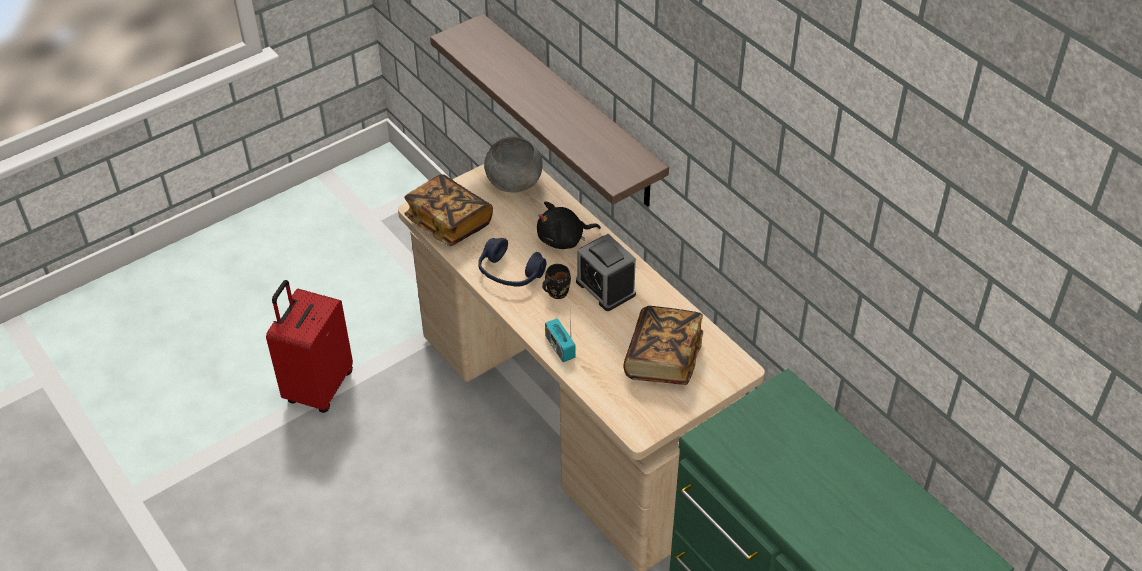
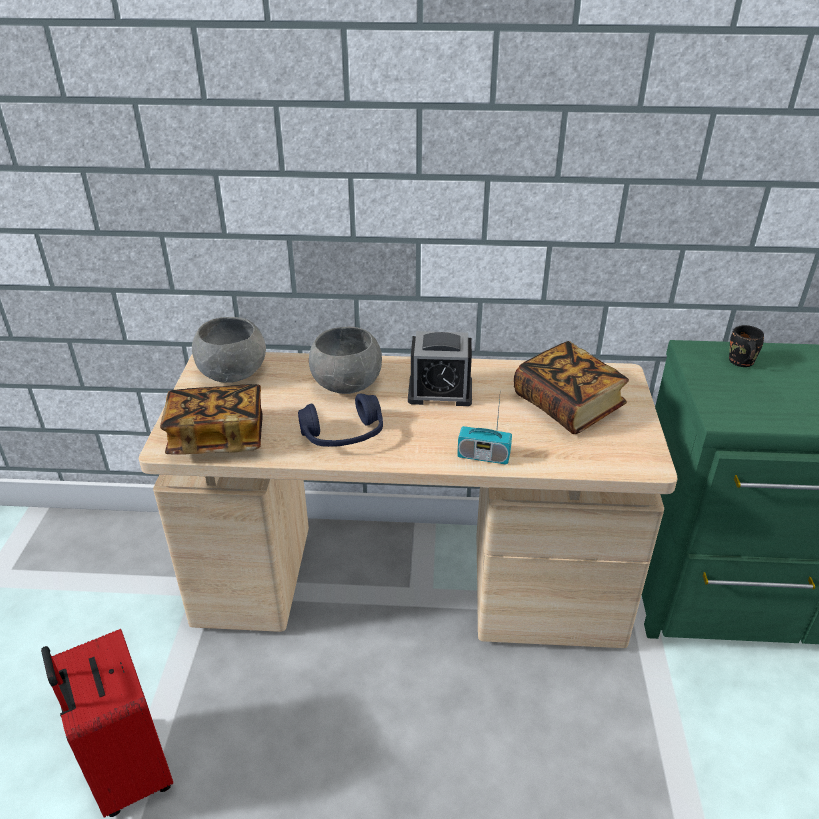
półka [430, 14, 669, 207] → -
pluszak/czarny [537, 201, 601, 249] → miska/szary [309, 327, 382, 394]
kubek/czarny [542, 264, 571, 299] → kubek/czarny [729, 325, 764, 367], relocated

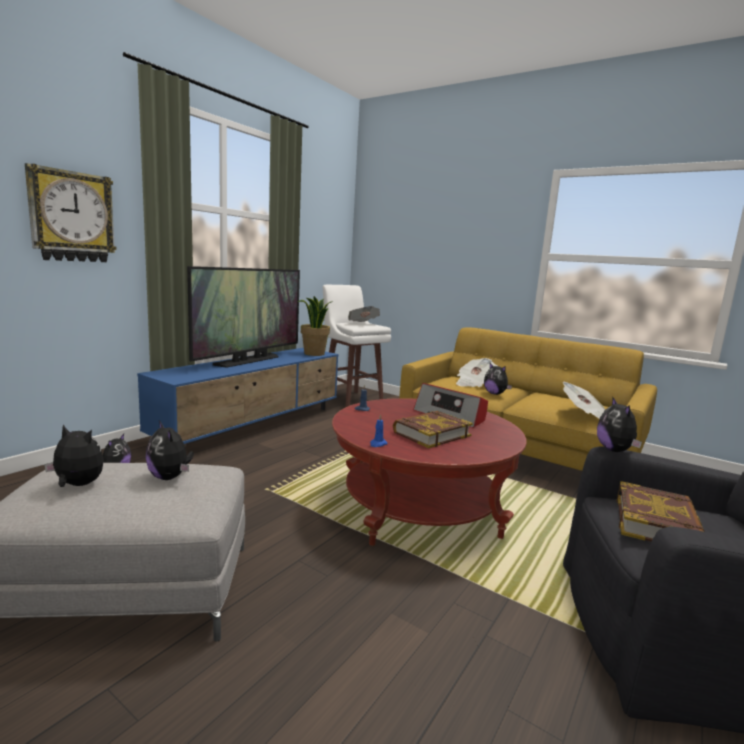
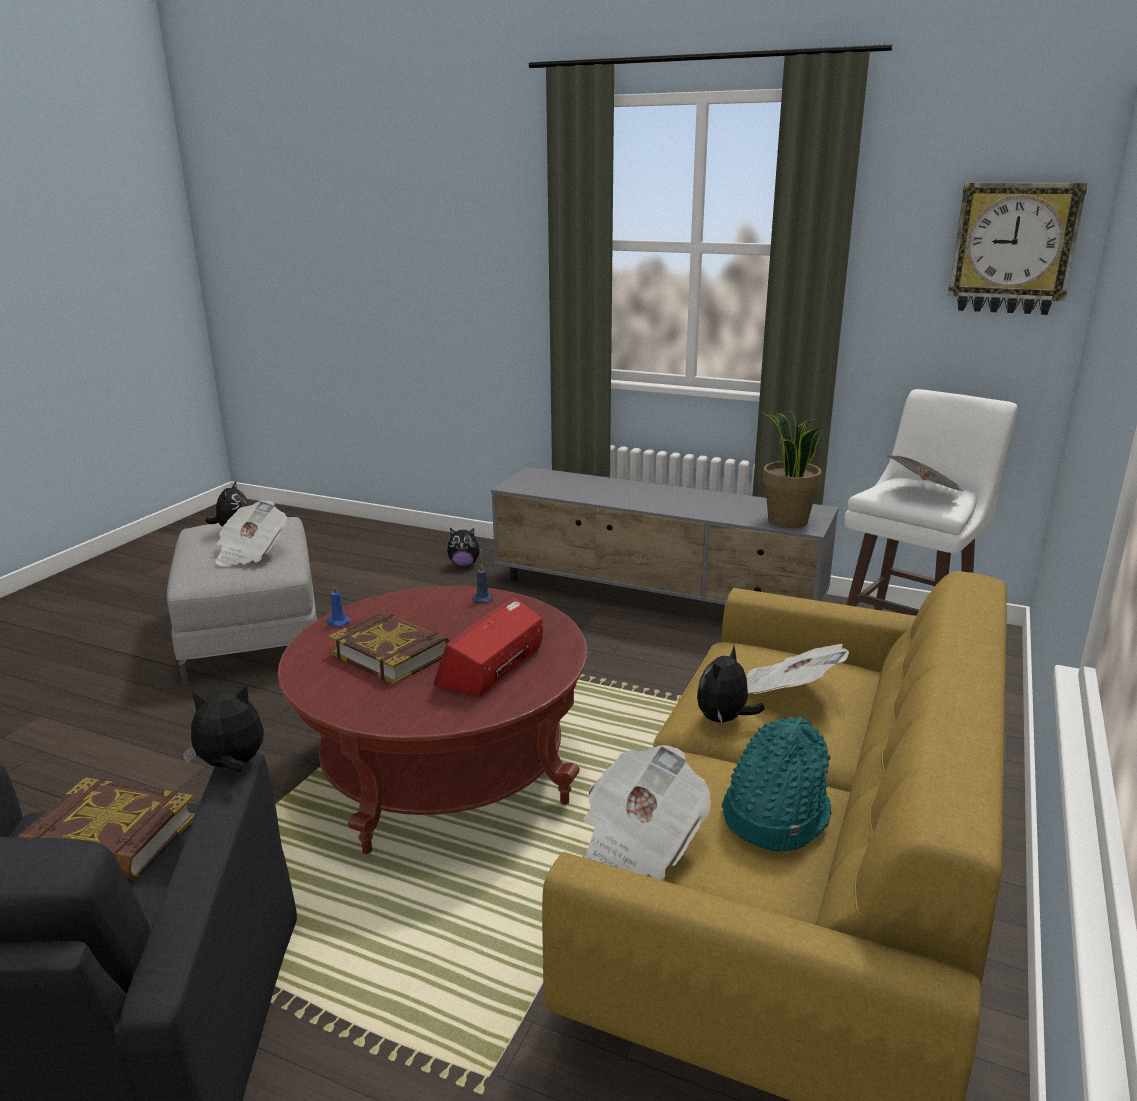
zegar ścienny [25, 163, 117, 262] → zegar ścienny [948, 183, 1087, 315], relocated
telewizor [187, 266, 300, 367] → -
szafka pod telewizor/niebieski [137, 348, 339, 444] → szafka pod telewizor/szary [491, 467, 839, 605]
pluszak [146, 420, 194, 480] → gazeta [216, 501, 287, 566]
- → kapelusz/turkusowy [722, 716, 832, 851]

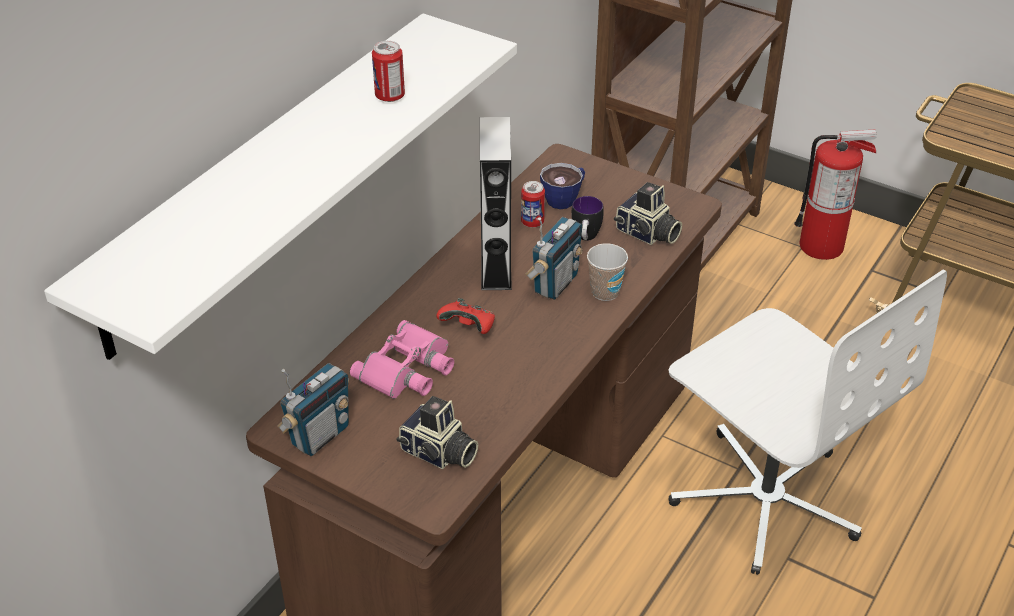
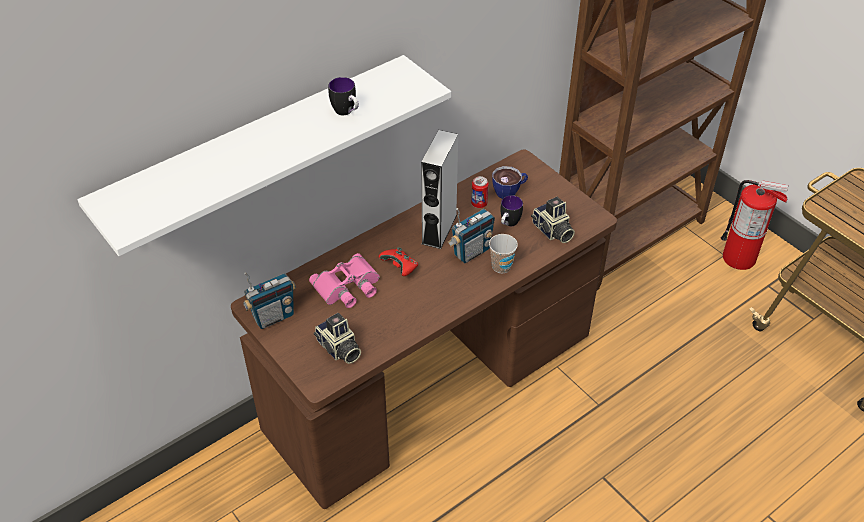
puszka [372, 41, 405, 102] → kubek [328, 77, 359, 115]
krzesło biurowe/biały [669, 269, 947, 575] → -

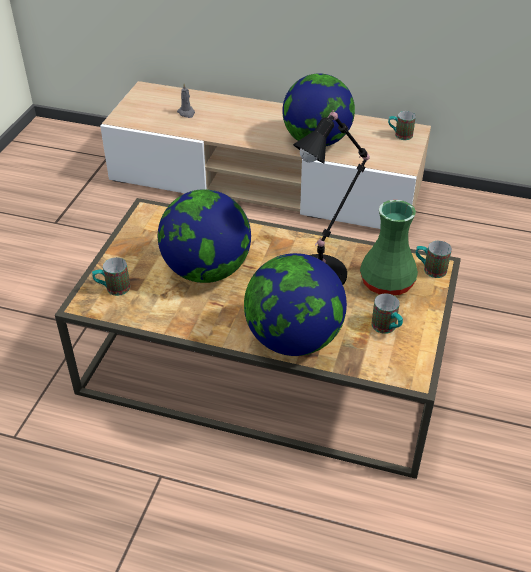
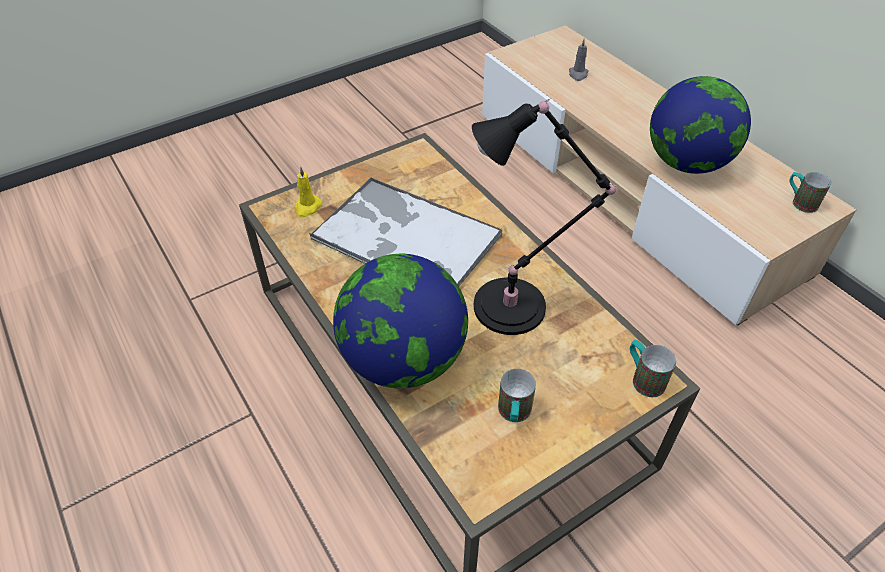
globus [158, 189, 251, 283] → taca [309, 177, 502, 286]
wazon/zielony [360, 200, 418, 296] → -
kubek [92, 257, 130, 296] → świeca/żółty [294, 166, 322, 218]

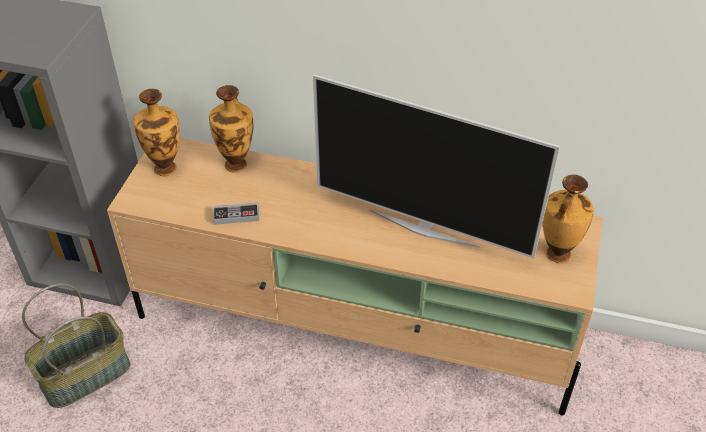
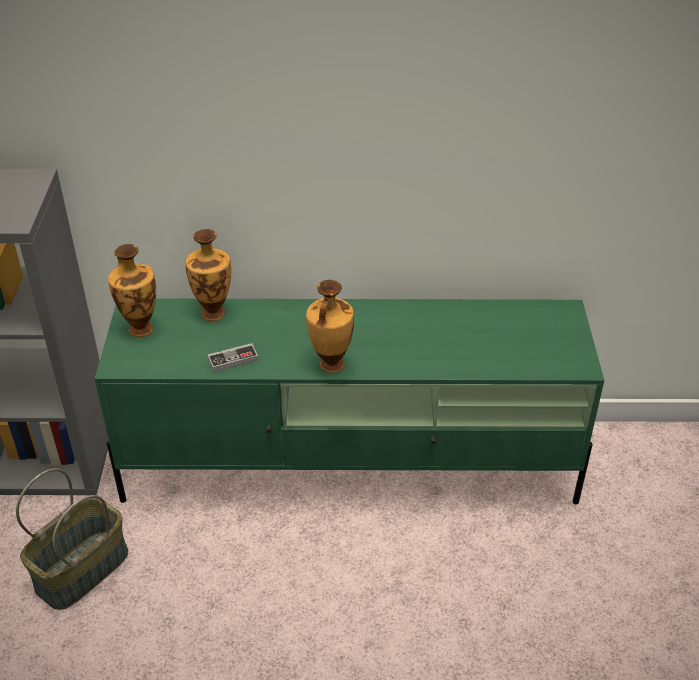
telewizor [313, 74, 560, 258] → -
szafka pod telewizor/beżowy [107, 138, 603, 415] → szafka pod telewizor/zielony [95, 299, 604, 504]
wazon [543, 175, 594, 263] → wazon [306, 280, 354, 373], relocated

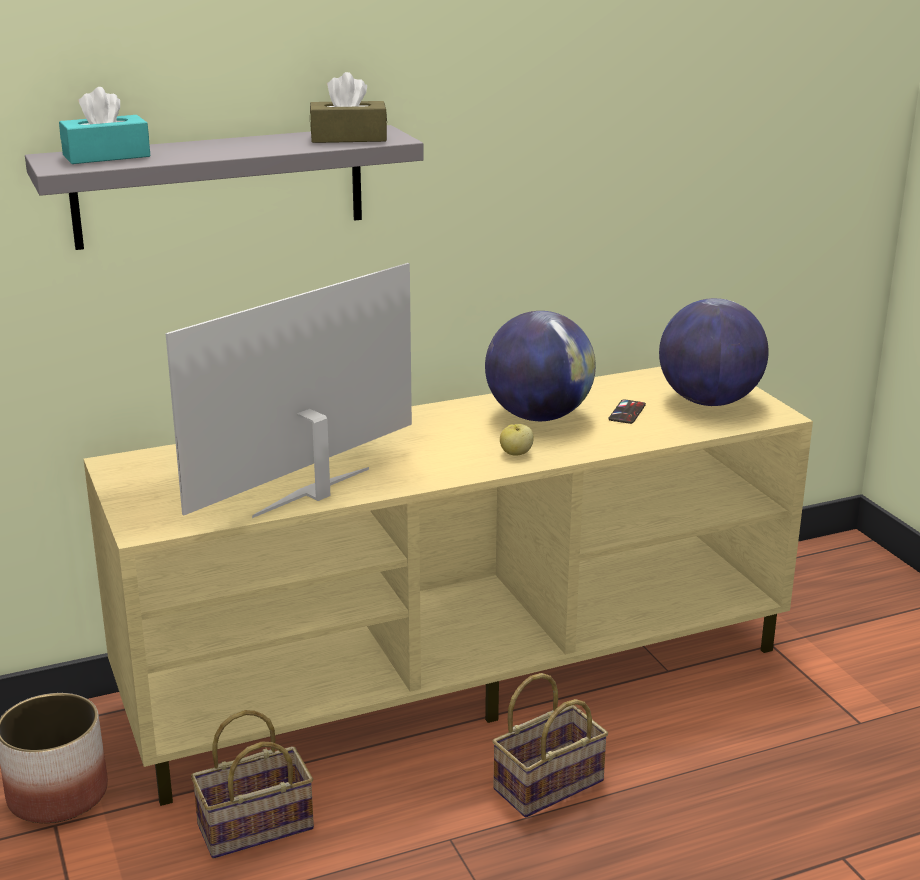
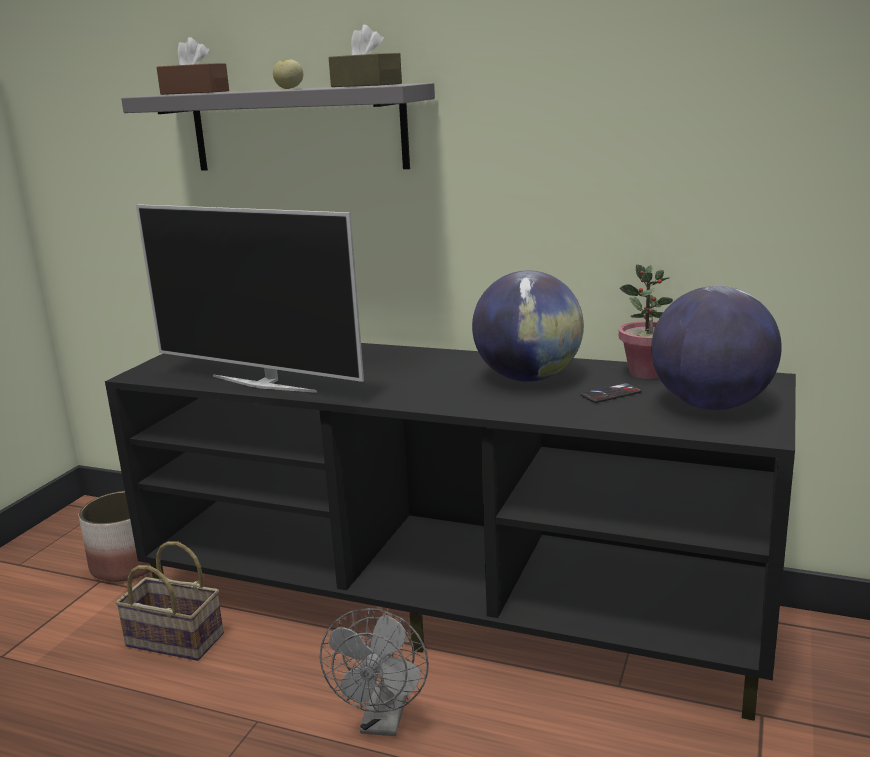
pudełko chusteczek/turkusowy [59, 87, 150, 164] → pudełko chusteczek/brązowy [156, 37, 229, 95]
telewizor [165, 263, 412, 518] → telewizor [136, 204, 364, 393], 150 degrees counterclockwise
szafka pod telewizor/beżowy [84, 367, 813, 806] → szafka pod telewizor/czarny [105, 343, 796, 721]
jabłko [500, 424, 533, 456] → jabłko [273, 59, 303, 89], relocated
koszyk [492, 673, 608, 817] → wentylator/szary [320, 608, 429, 736]
- → roślina doniczkowa [619, 264, 673, 379]

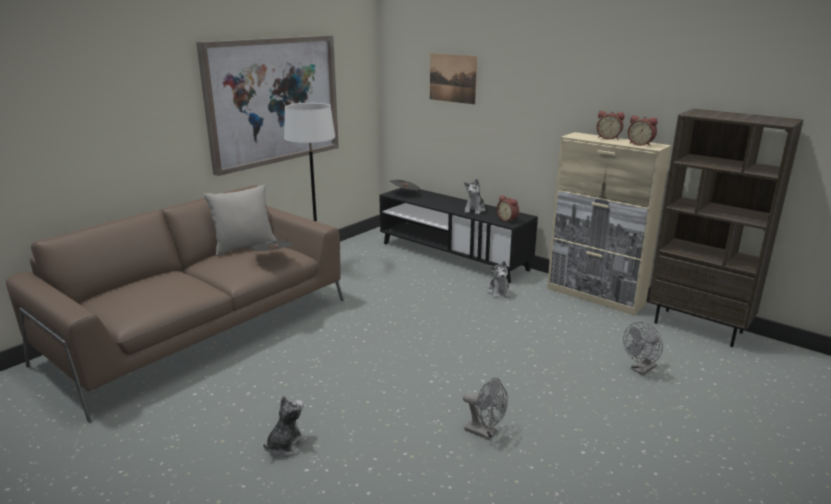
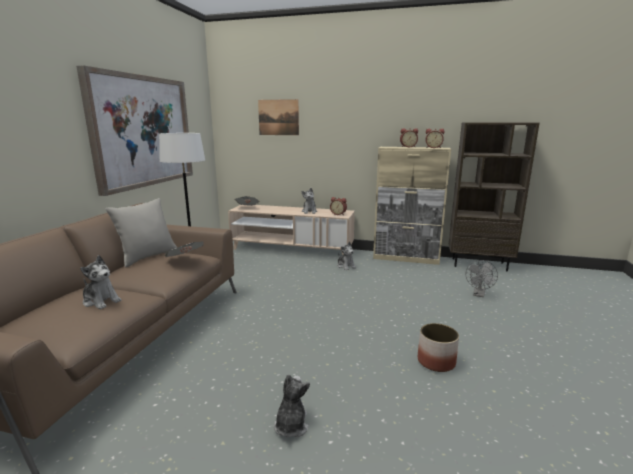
szafka pod telewizor/czarny [379, 188, 538, 283] → szafka pod telewizor/beżowy [228, 205, 355, 255]
wentylator/szary [463, 378, 508, 440] → donica [418, 323, 459, 372]
- → pluszak [80, 255, 122, 309]

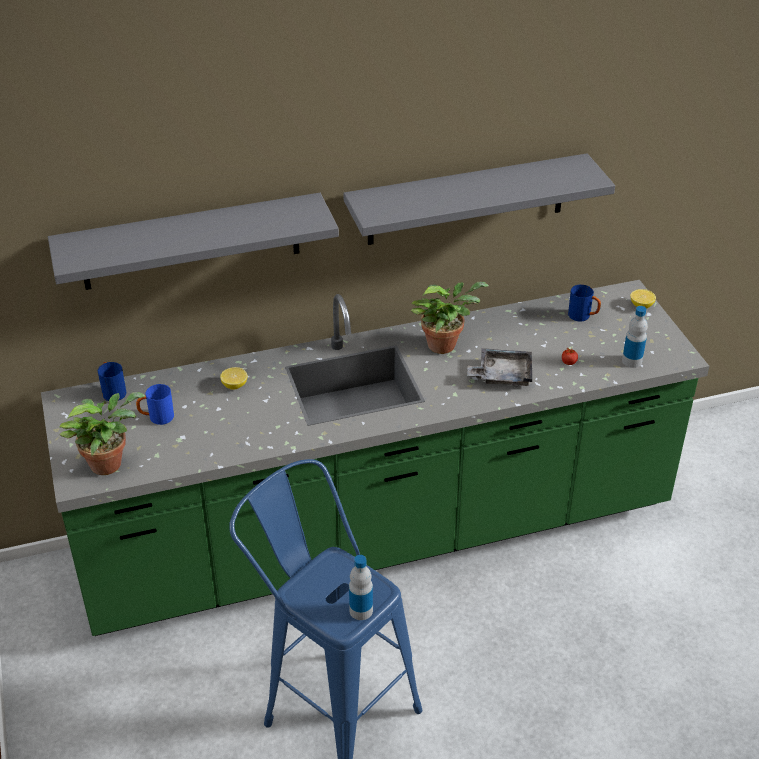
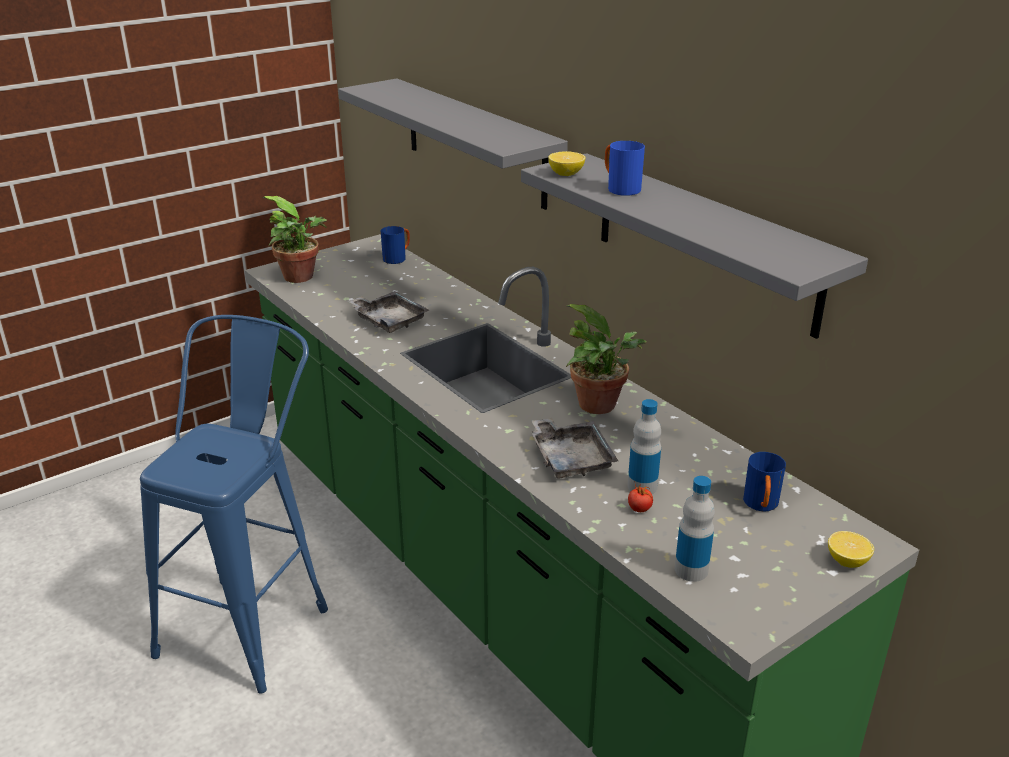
cytryna [220, 367, 247, 390] → cytryna [548, 151, 586, 176], relocated
kubek/niebieski [136, 384, 174, 425] → kubek/niebieski [605, 141, 645, 196], relocated
butelka [349, 555, 373, 620] → butelka [628, 399, 661, 494], relocated
- → taca/szary [348, 291, 429, 333]

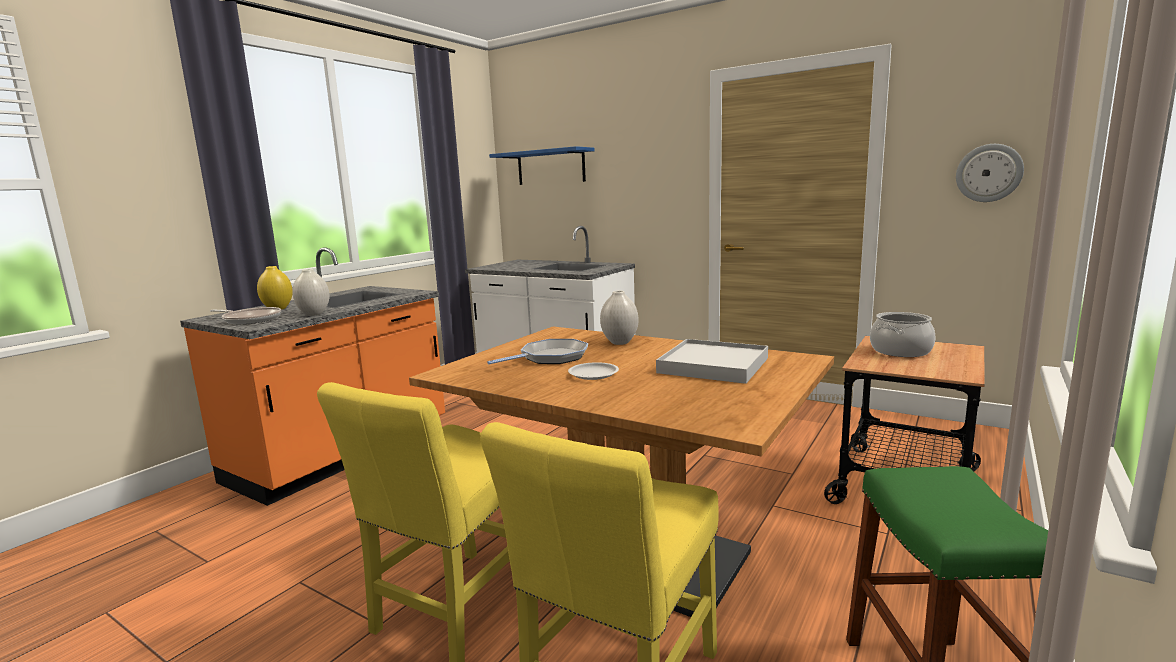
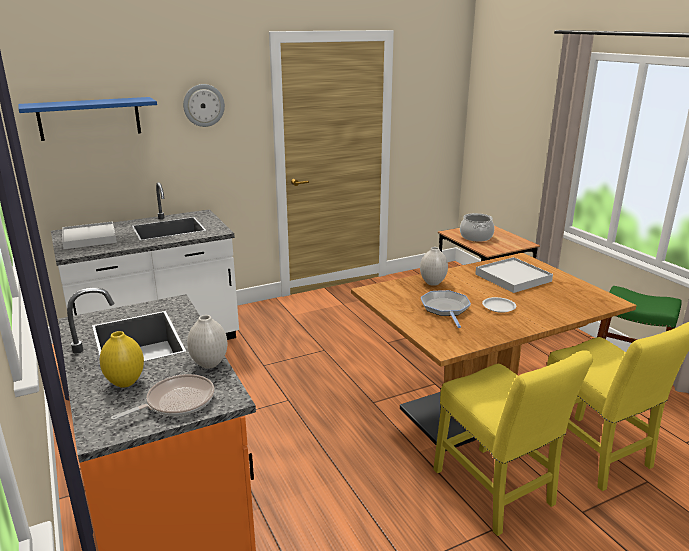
zegar ścienny [956, 144, 1024, 202] → zegar ścienny [183, 84, 225, 127], relocated
- → taca/biały [62, 221, 117, 249]

